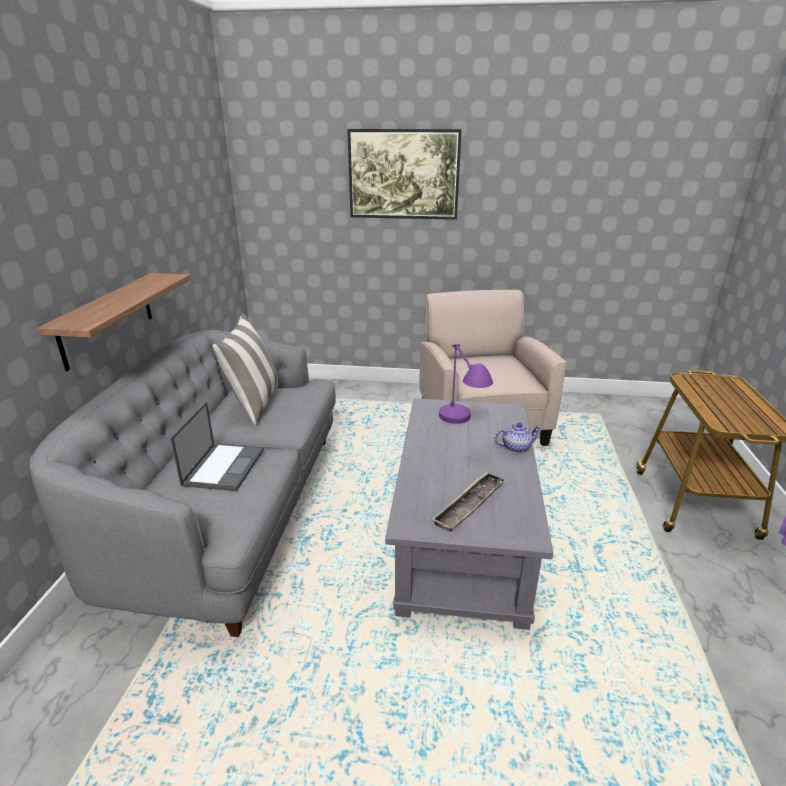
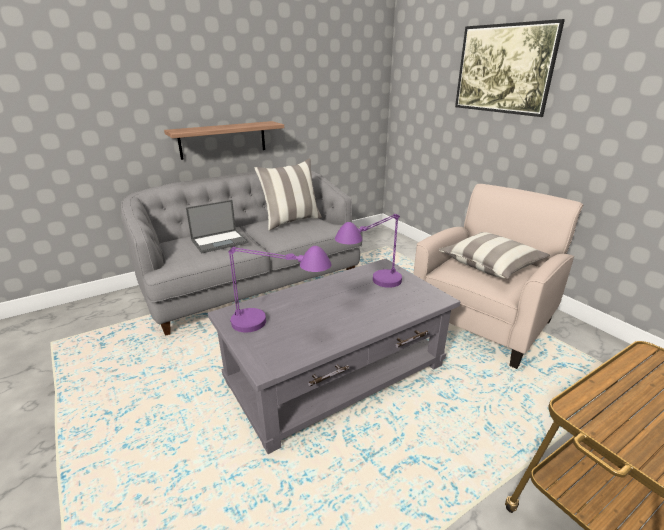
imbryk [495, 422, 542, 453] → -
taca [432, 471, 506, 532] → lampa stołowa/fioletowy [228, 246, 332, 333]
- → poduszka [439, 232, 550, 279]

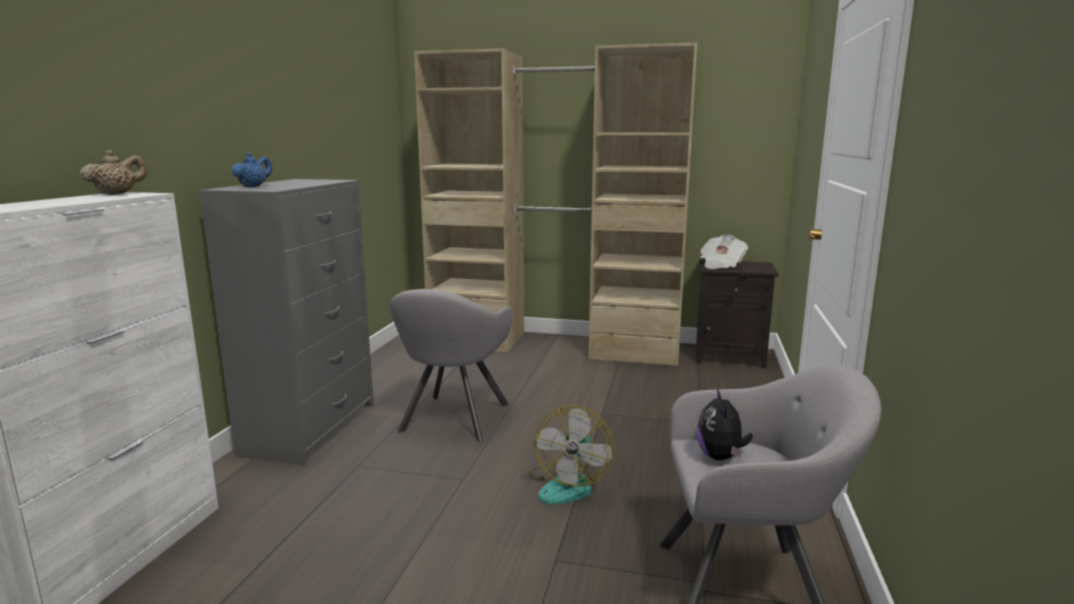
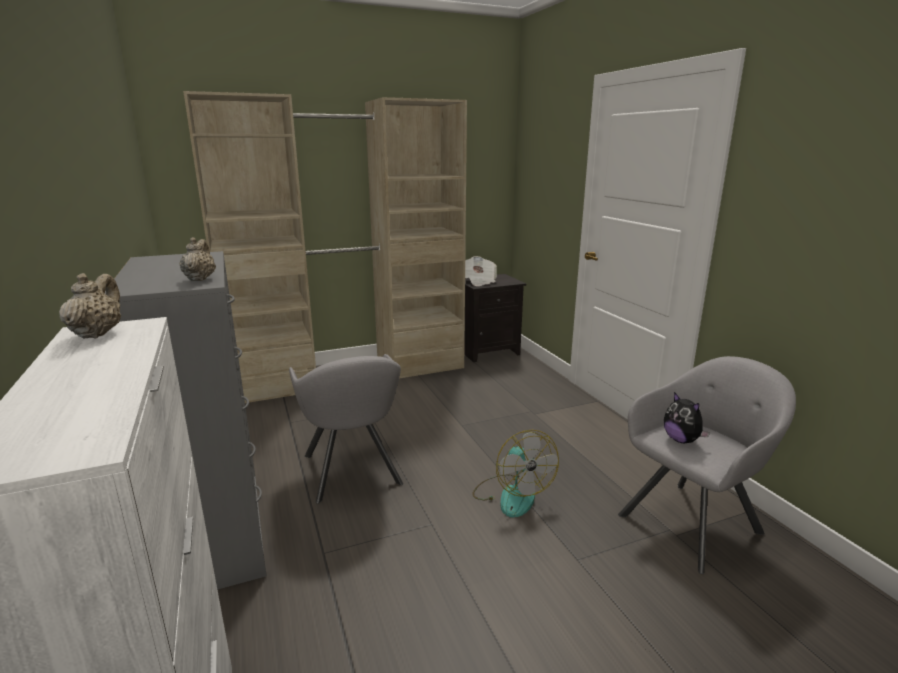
imbryk/niebieski [231, 153, 272, 188] → -
- → imbryk/beżowy [179, 237, 216, 281]

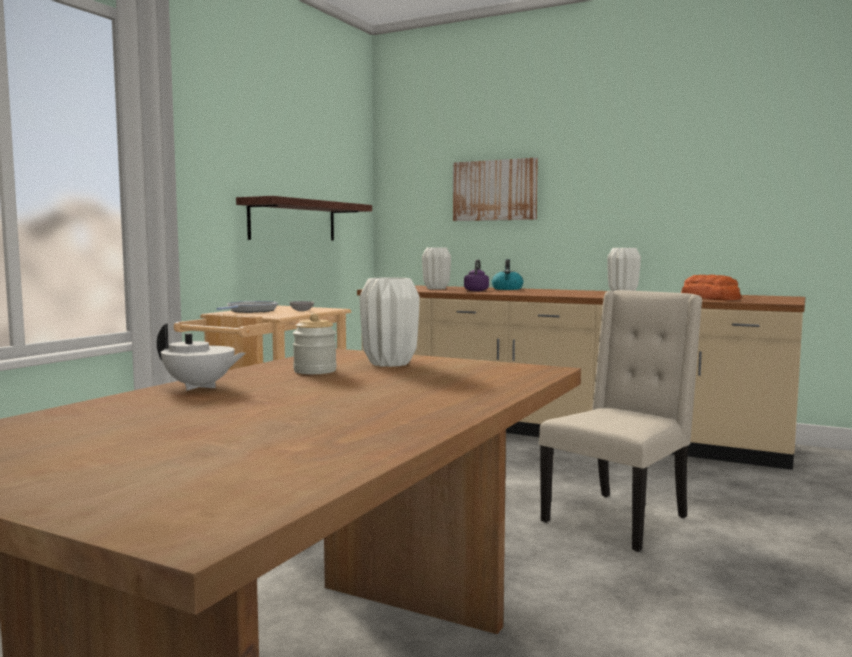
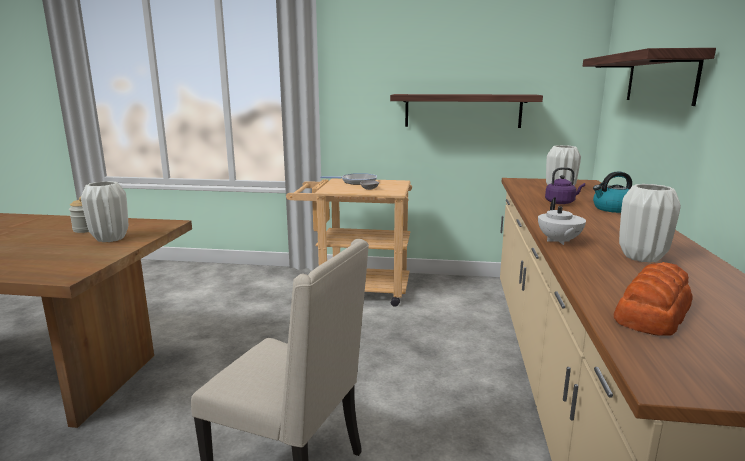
obraz [453, 158, 538, 221] → półka [583, 48, 716, 106]
imbryk/biały [157, 324, 246, 390] → imbryk/biały [538, 197, 586, 245], relocated

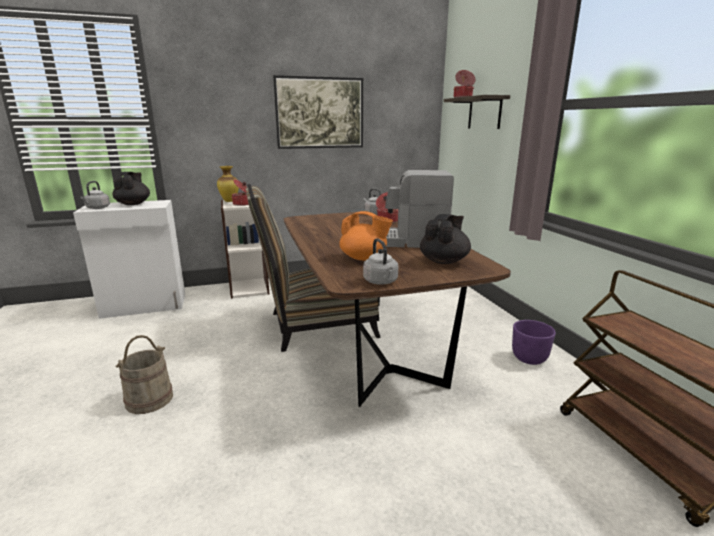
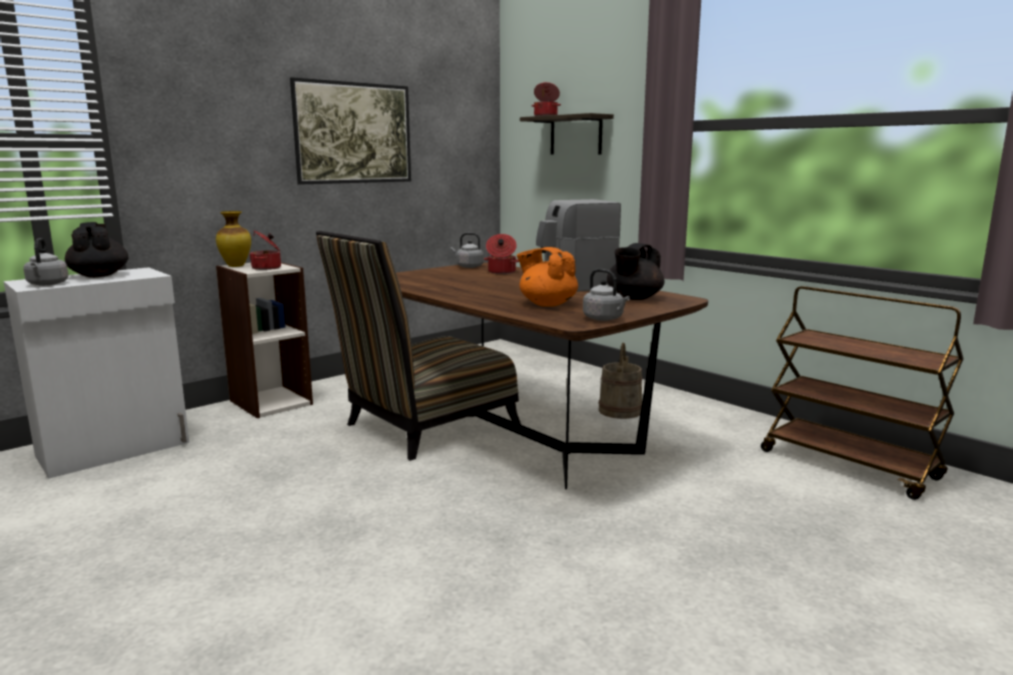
imbryk/pomarańczowy [339, 211, 393, 261] → imbryk/pomarańczowy [517, 247, 578, 307], 135 degrees counterclockwise
imbryk/czarny [420, 214, 471, 264] → imbryk/czarny [607, 243, 664, 300], 150 degrees counterclockwise
donica/fioletowy [512, 320, 556, 365] → -
wiadro/beżowy [115, 335, 173, 414] → wiadro/beżowy [599, 343, 642, 419], relocated

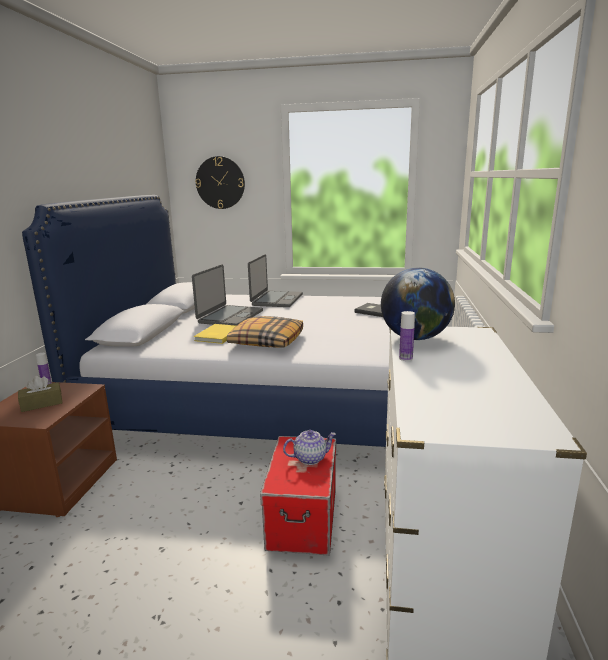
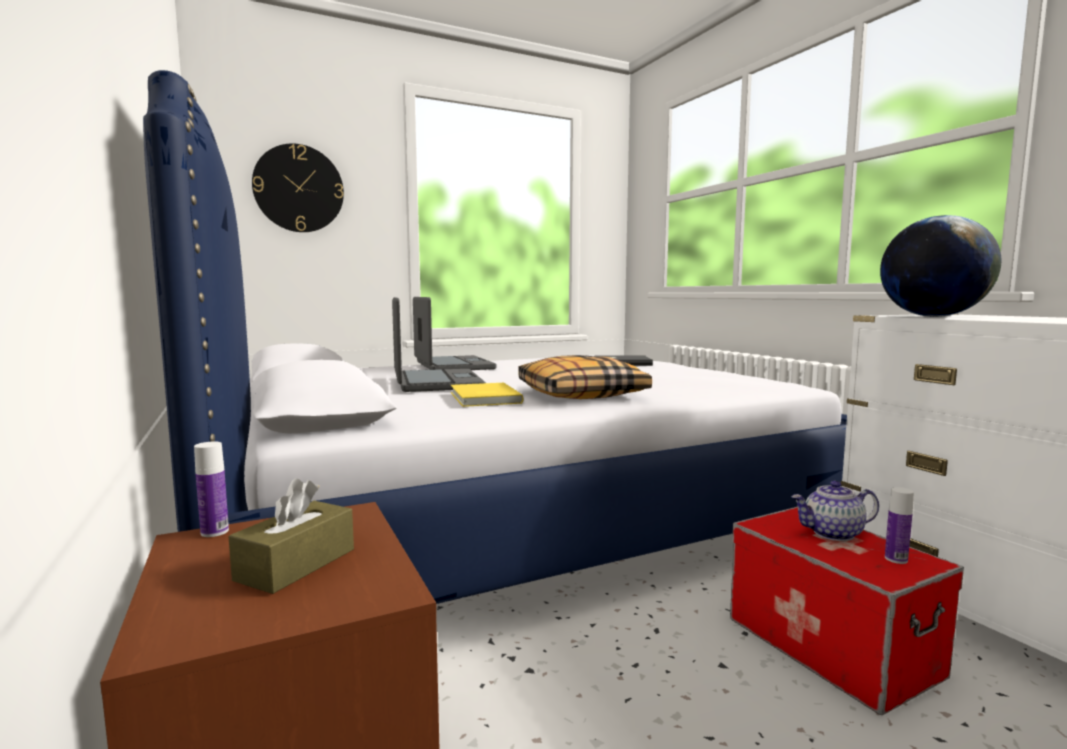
butelka [399, 311, 415, 361] → butelka [885, 487, 914, 564], relocated
imbryk [283, 430, 336, 465] → imbryk [791, 481, 879, 541], 135 degrees counterclockwise

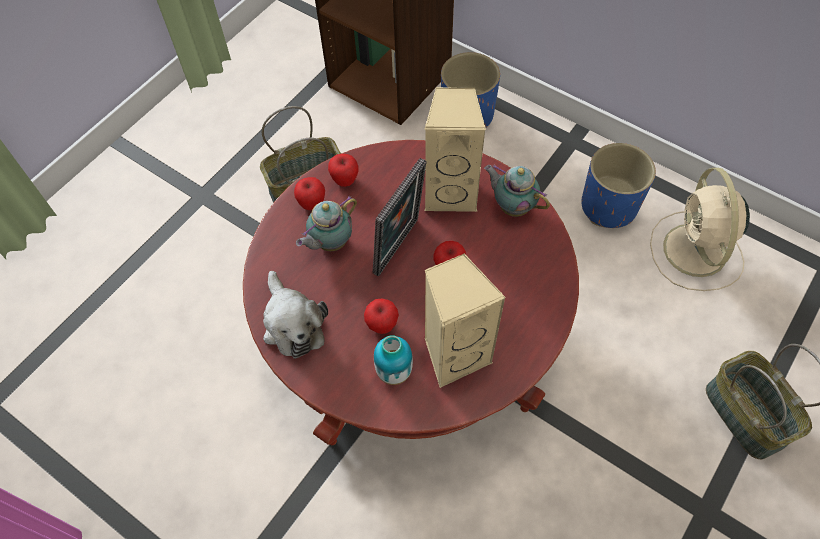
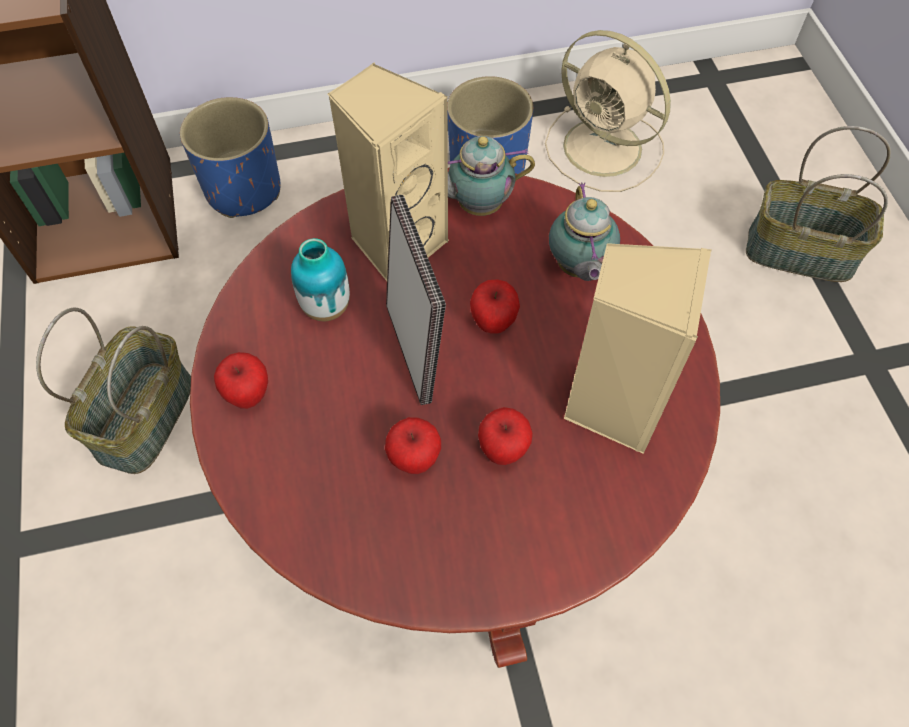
jabłko [328, 154, 358, 187] → jabłko [385, 417, 441, 474], relocated
imbryk [296, 196, 357, 251] → imbryk [549, 182, 620, 281], relocated
pluszak [263, 271, 328, 359] → -
wazon [374, 335, 413, 385] → wazon [291, 238, 350, 321], relocated

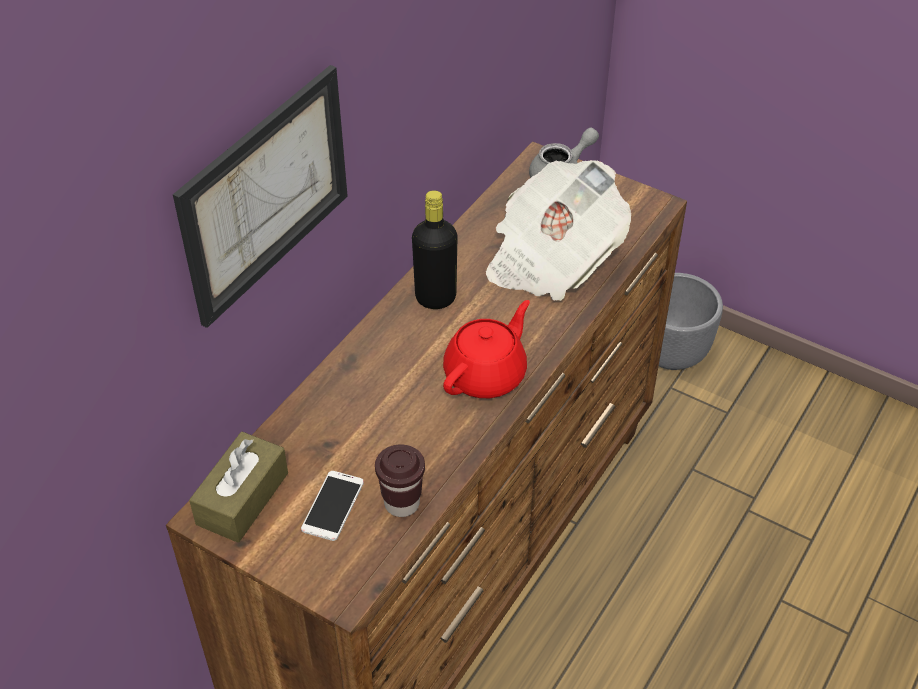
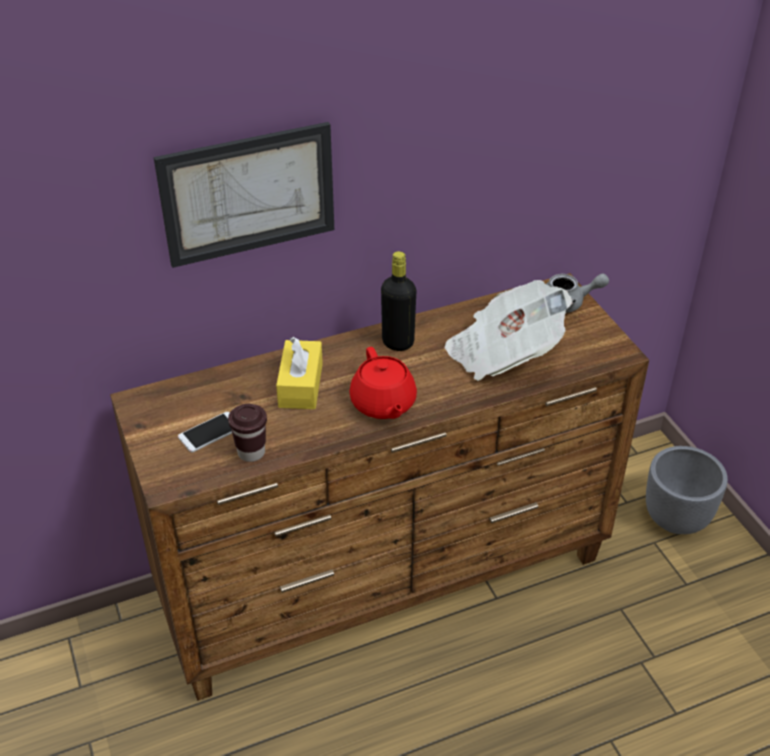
imbryk/czerwony [443, 300, 530, 398] → imbryk/czerwony [349, 347, 417, 419], 90 degrees clockwise
pudełko chusteczek/brązowy [189, 432, 288, 543] → -
- → pudełko chusteczek/żółty [276, 337, 323, 409]

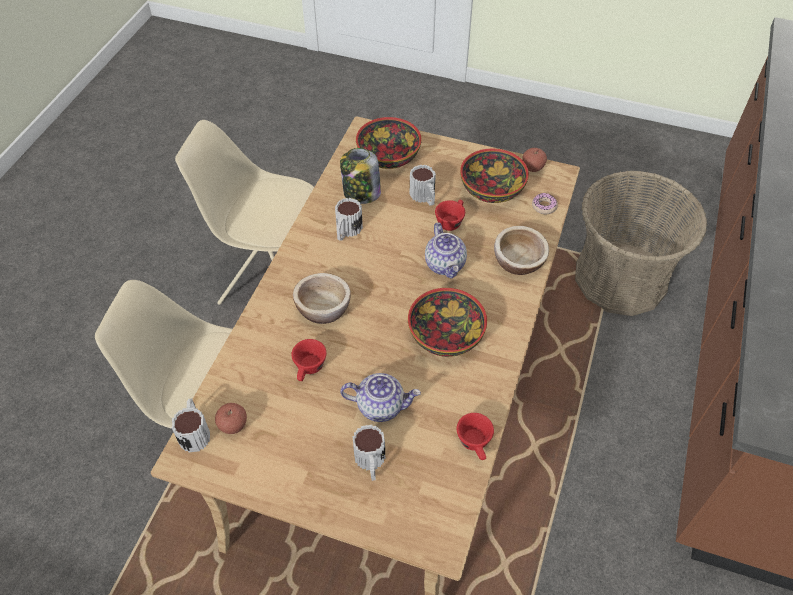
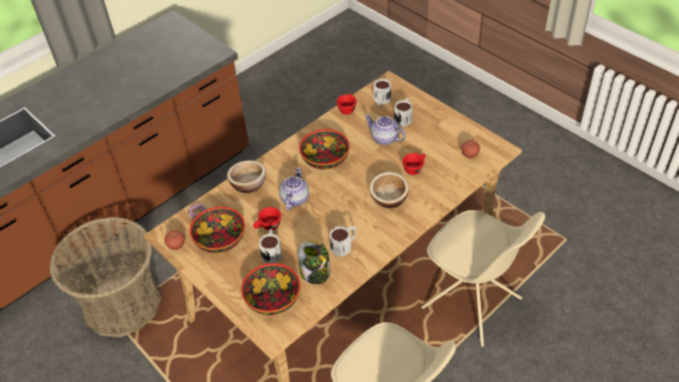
kubek [172, 398, 210, 452] → kubek [374, 79, 391, 107], relocated

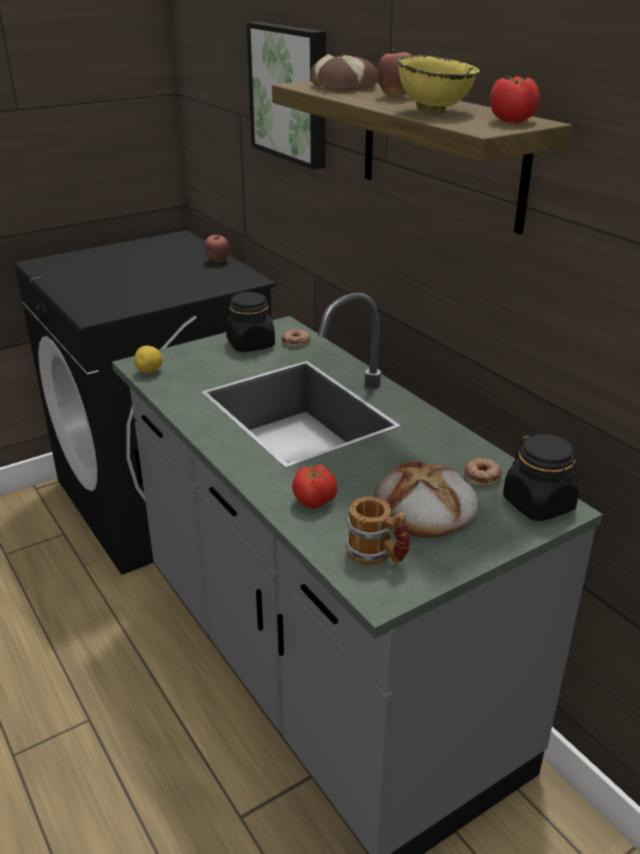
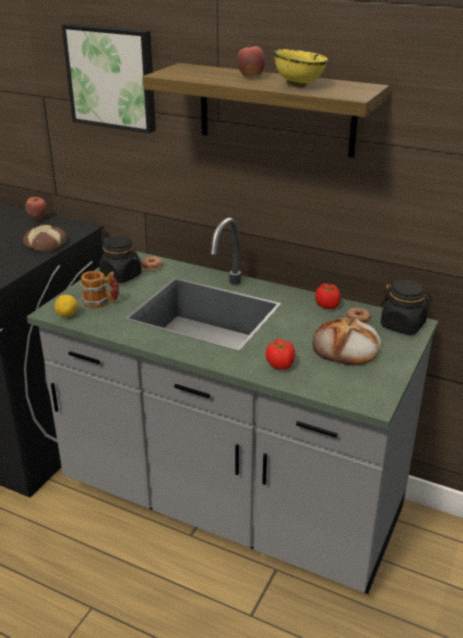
chleb [310, 54, 378, 91] → chleb [23, 225, 67, 252], relocated
pomidor [490, 76, 540, 123] → pomidor [315, 283, 341, 309], relocated
kubek [346, 497, 411, 566] → kubek [81, 271, 119, 308], relocated

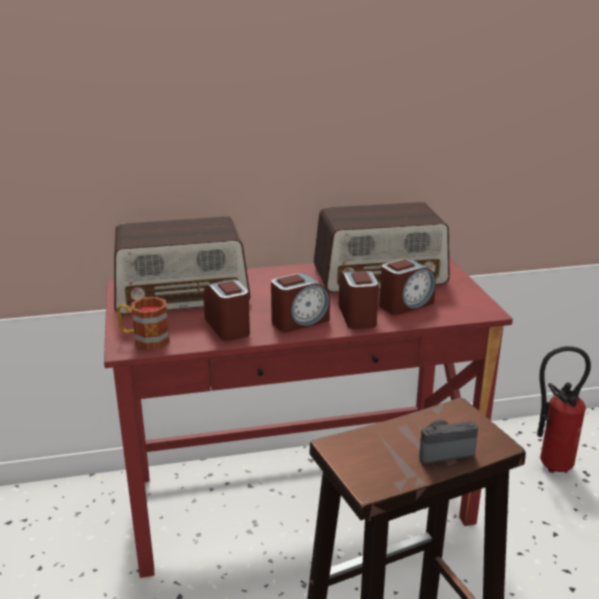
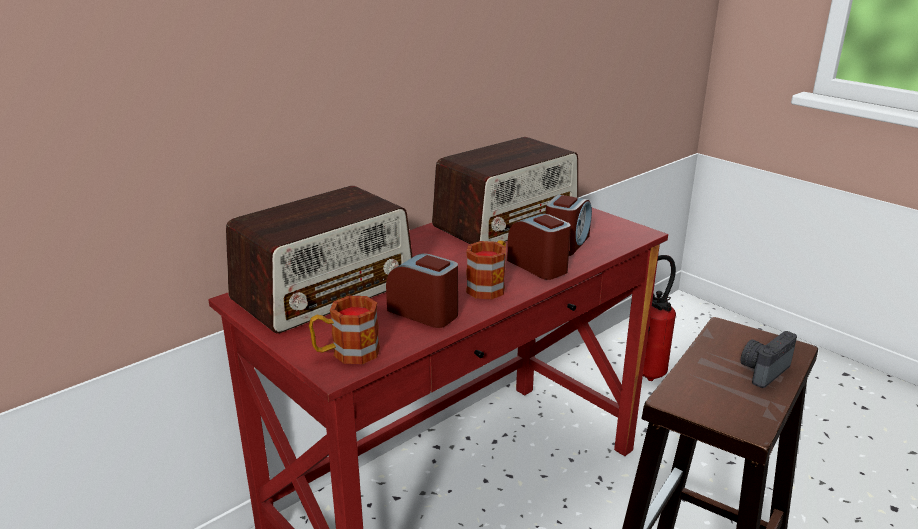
budzik [271, 273, 330, 332] → kubek [466, 240, 506, 299]

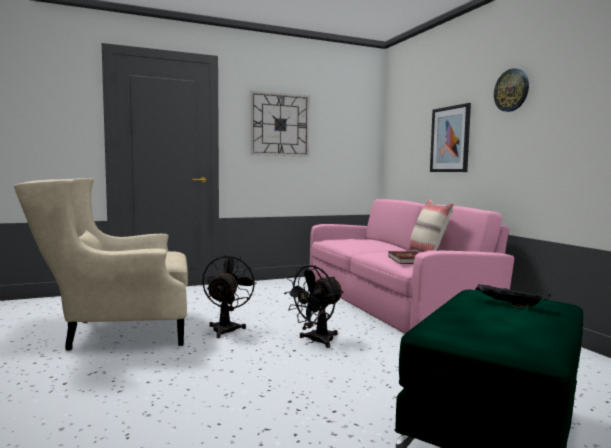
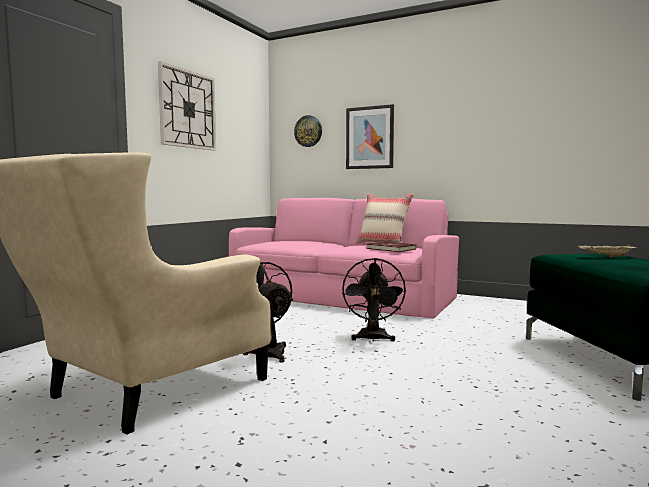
zegar ścienny [494, 69, 529, 112] → zegar ścienny [294, 115, 322, 147], relocated
taca/czarny [475, 284, 551, 307] → taca/beżowy [578, 244, 637, 257]

